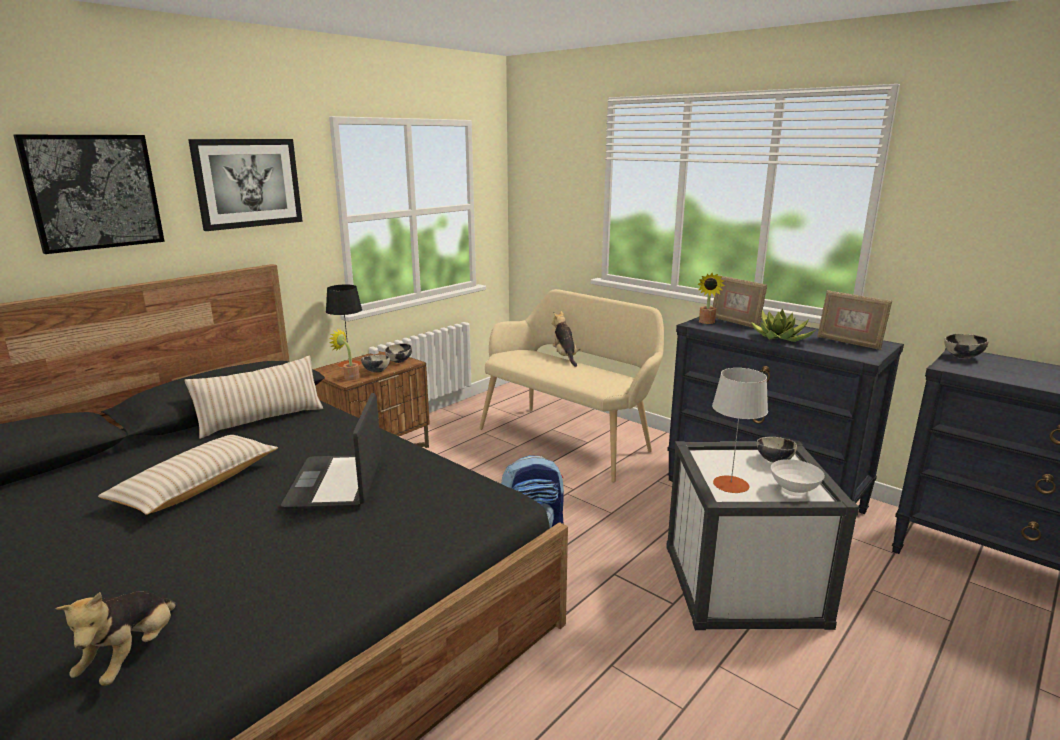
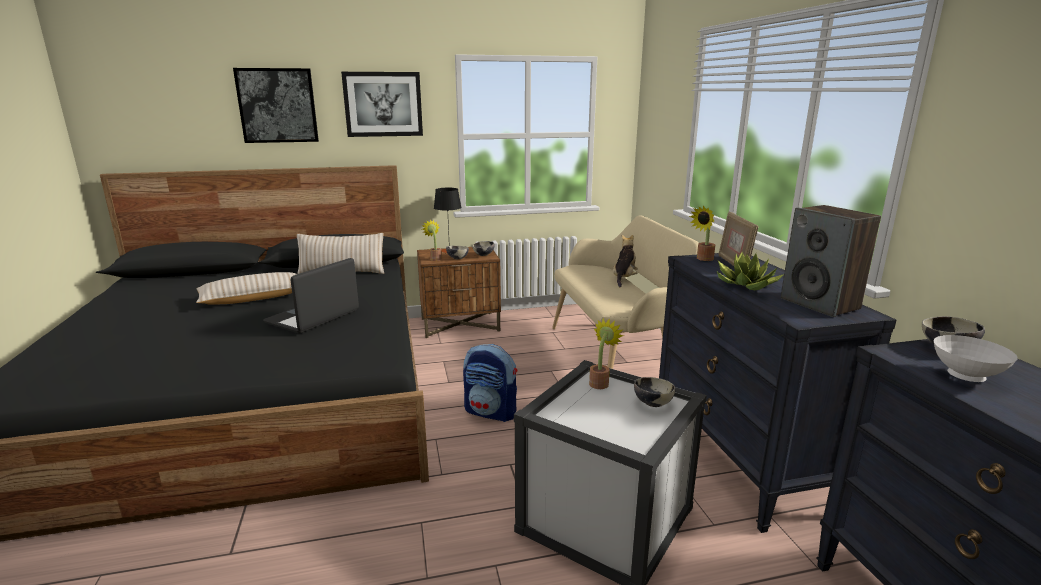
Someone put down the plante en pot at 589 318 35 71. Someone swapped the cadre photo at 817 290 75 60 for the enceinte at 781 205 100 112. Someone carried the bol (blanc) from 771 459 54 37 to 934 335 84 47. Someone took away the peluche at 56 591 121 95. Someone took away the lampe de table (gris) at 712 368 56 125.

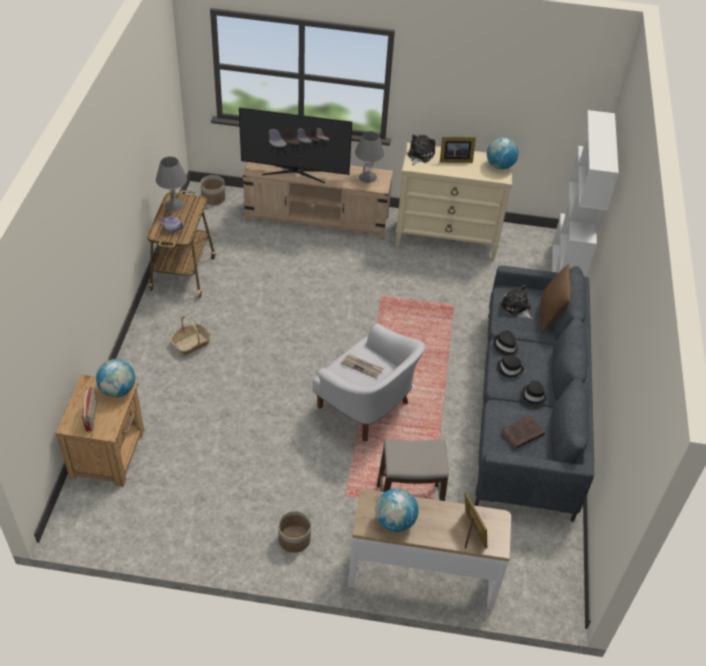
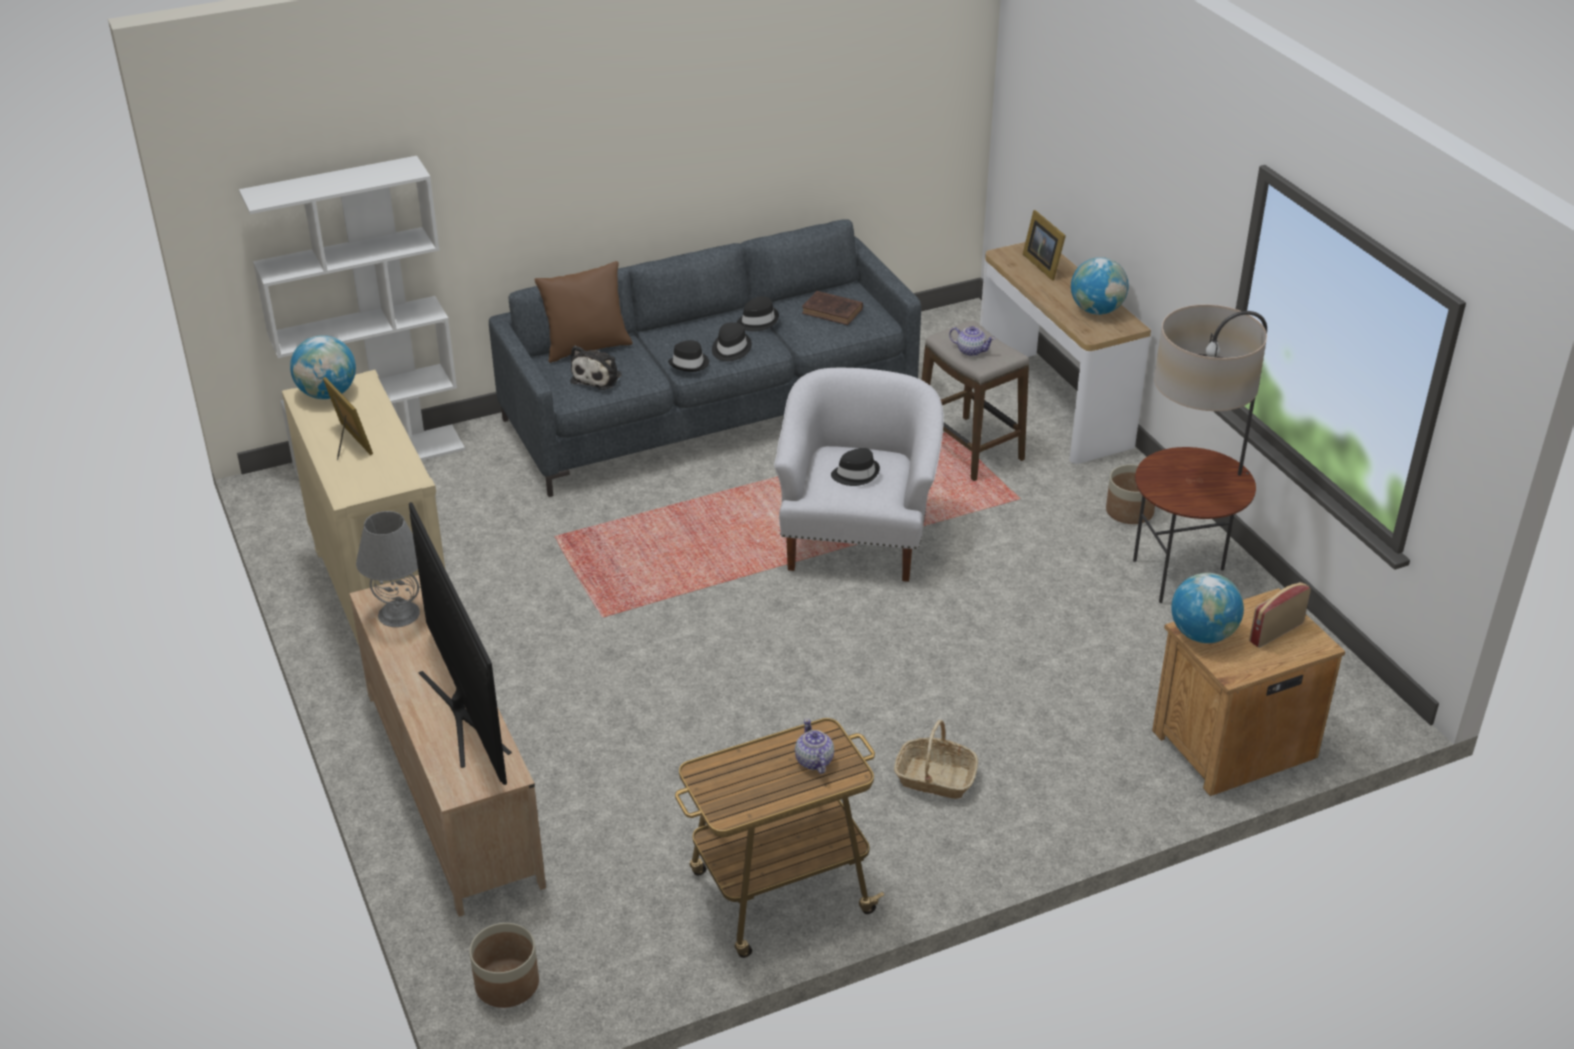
Someone swapped the journal at 341 354 43 25 for the chapeau (noir) at 831 448 49 38. Someone put down the théière at 949 326 46 30. Someone rotated the cadre photo at 464 492 23 57 by 60 degrees counterclockwise. Someone put down the lampadaire at 1133 304 134 299. Someone took away the lampe de table (gris) at 156 156 31 55. Someone took away the peluche at 408 135 27 31.

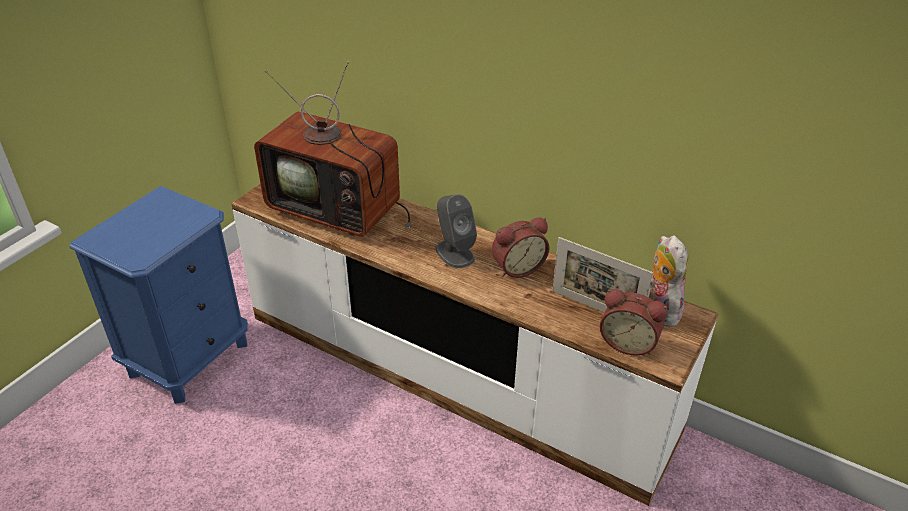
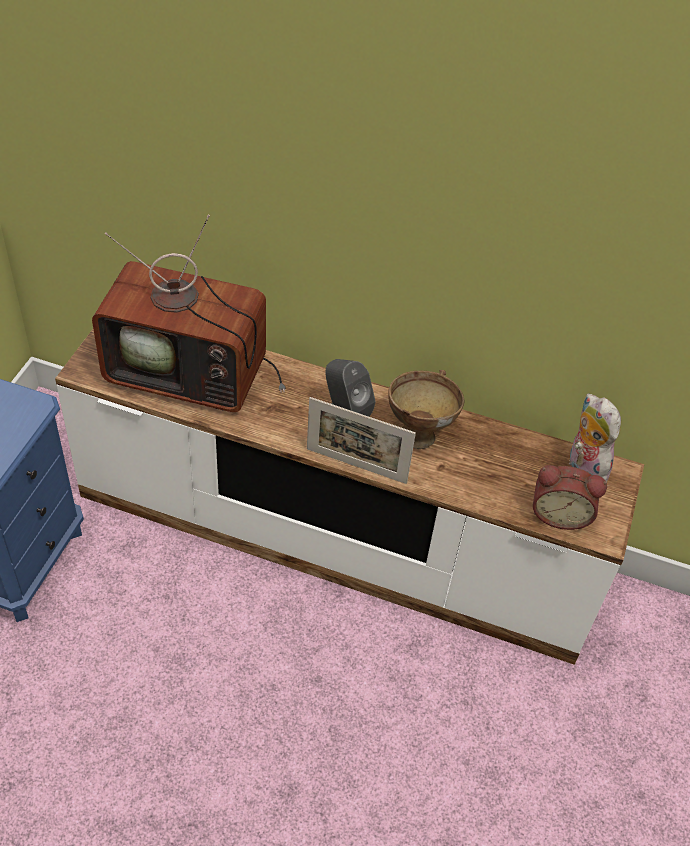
Someone carried the cadre photo from 552 237 101 76 to 307 397 109 87. Someone swapped the réveil at 492 217 57 61 for the bol (marron) at 388 370 76 79.

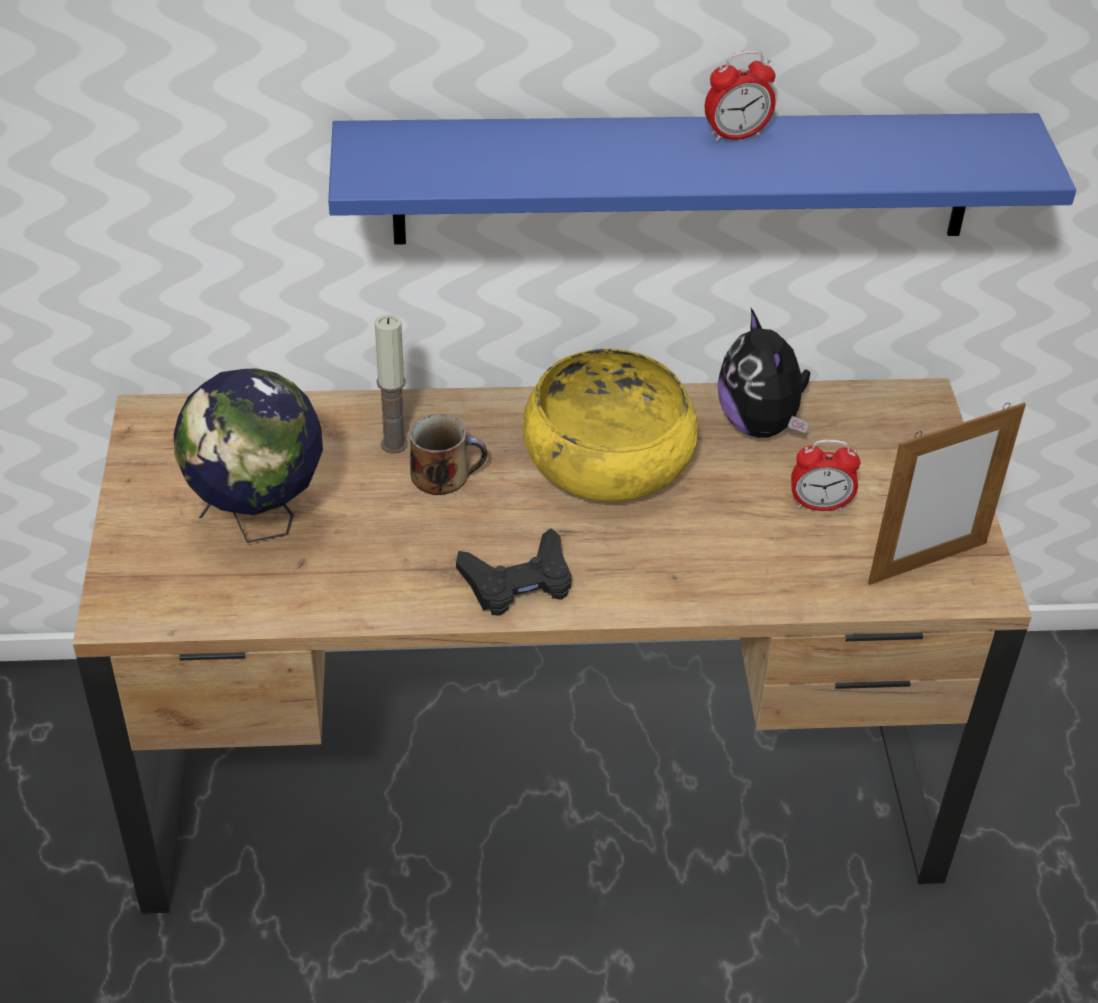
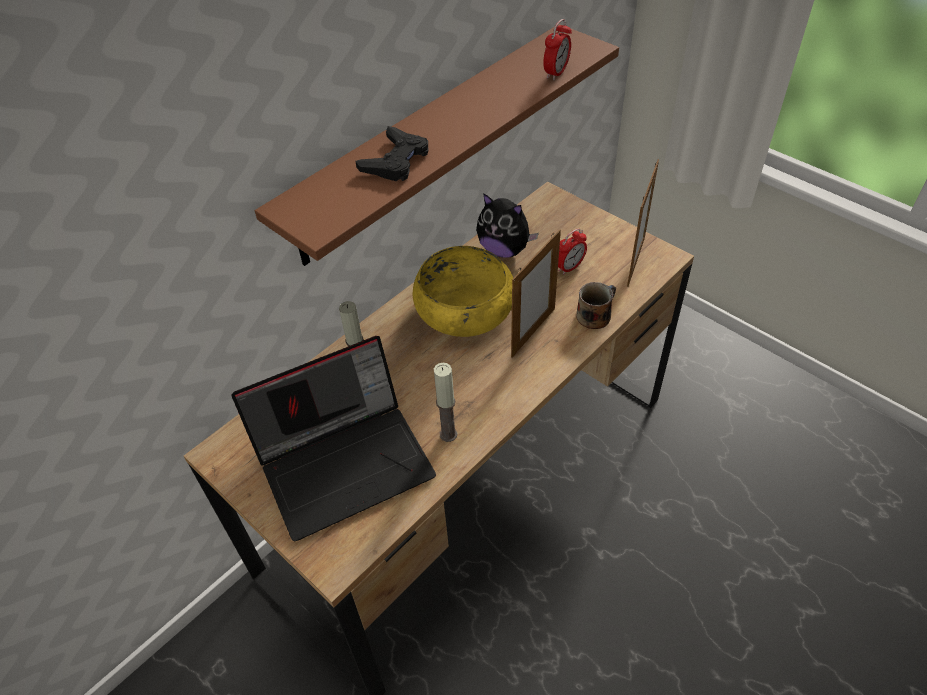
Someone swapped the globe at 174 368 149 175 for the ordinateur portable at 231 336 205 205. Someone repainted the étagère (bleu) at 328 113 748 132, which became the étagère (marron) at 255 24 364 242. Someone carried the manette (noir) from 456 528 116 88 to 355 126 74 55. Someone put down the bougie at 434 363 23 79. Someone put down the cadre photo at 511 229 50 129. Someone carried the réveil from 705 51 71 91 to 543 19 29 61. Someone carried the mug from 409 414 78 81 to 576 282 40 47.

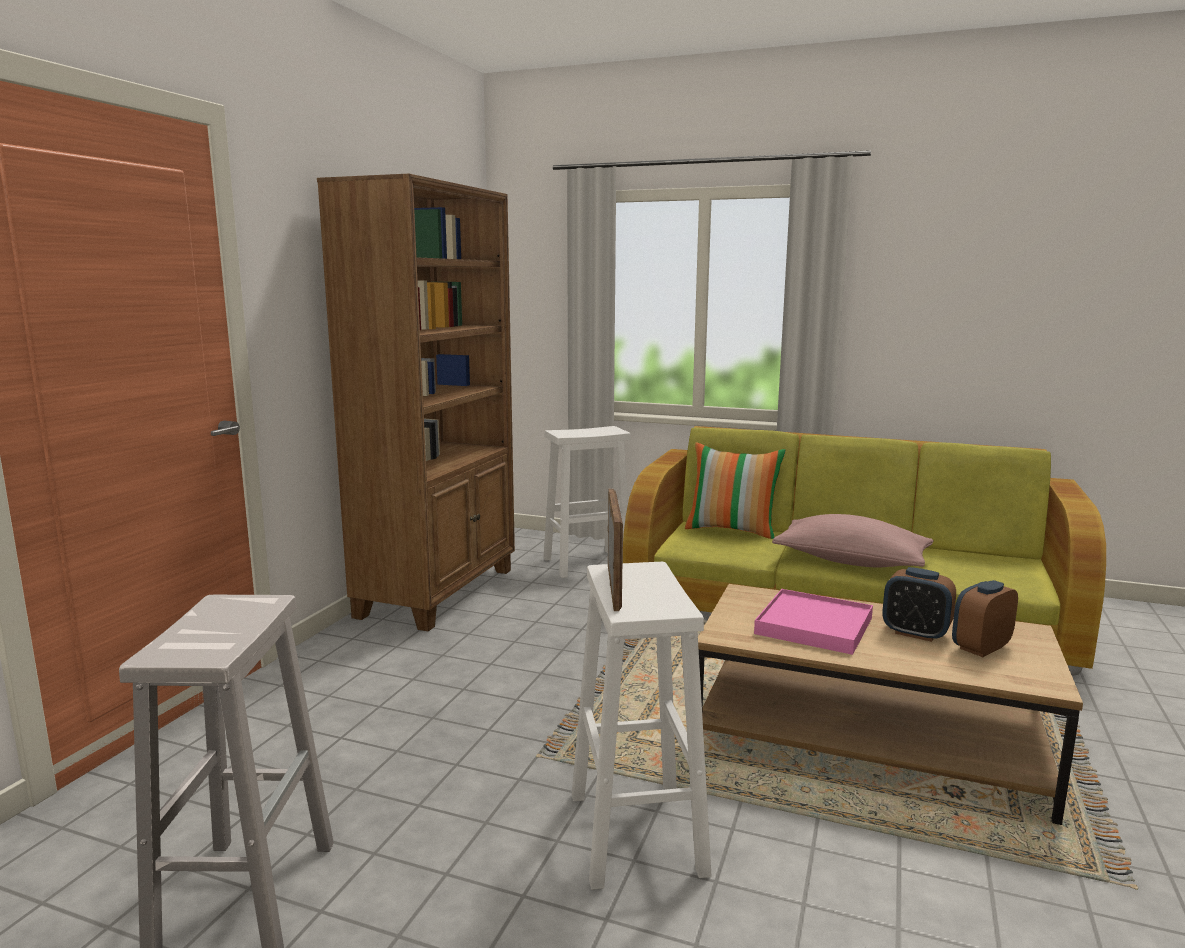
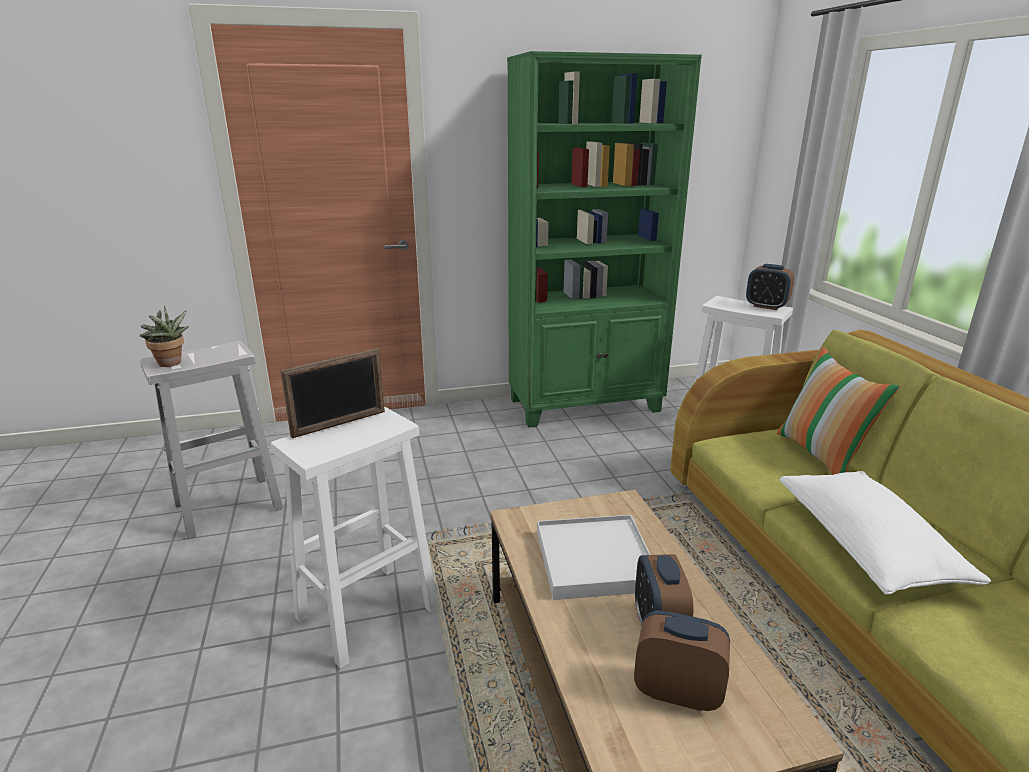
Someone put down the plante en pot at 140 306 49 61. Someone repainted the bibliothèque (marron) at 317 174 198 457, which became the bibliothèque (vert) at 507 51 195 376. Someone repainted the plateau (rose) at 754 589 119 66, which became the plateau (blanc) at 537 515 114 85. Someone put down the réveil at 746 264 48 46. Someone repainted the coussin (rose) at 772 514 162 54, which became the coussin (blanc) at 780 471 211 124.

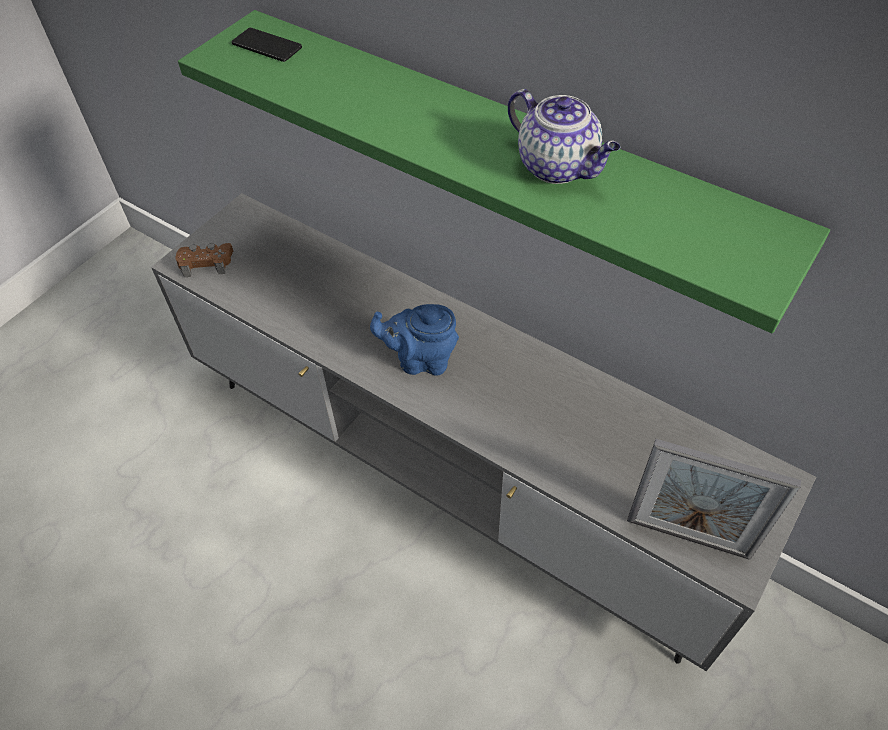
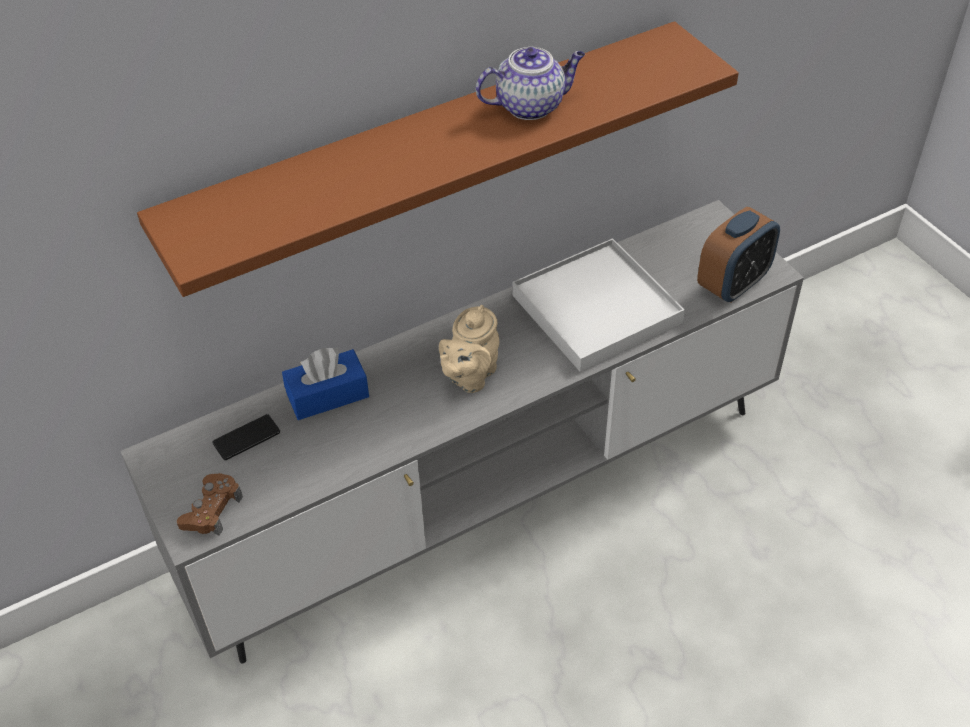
Someone repainted the étagère (vert) at 178 10 652 323, which became the étagère (marron) at 137 21 602 276. Someone carried the téléphone from 232 28 70 34 to 213 414 67 46. Someone put down the boîte à mouchoirs (bleu) at 282 347 87 73. Someone repainted the théière (bleu) at 370 304 89 72, which became the théière (beige) at 439 305 60 88. Someone put down the plateau (blanc) at 512 238 173 134. Someone swapped the cadre photo at 627 439 174 121 for the réveil at 697 207 83 95.

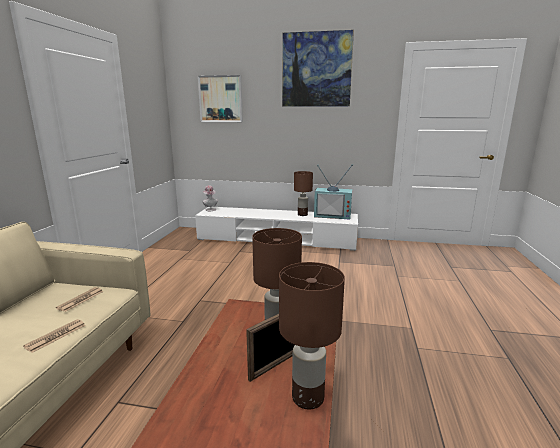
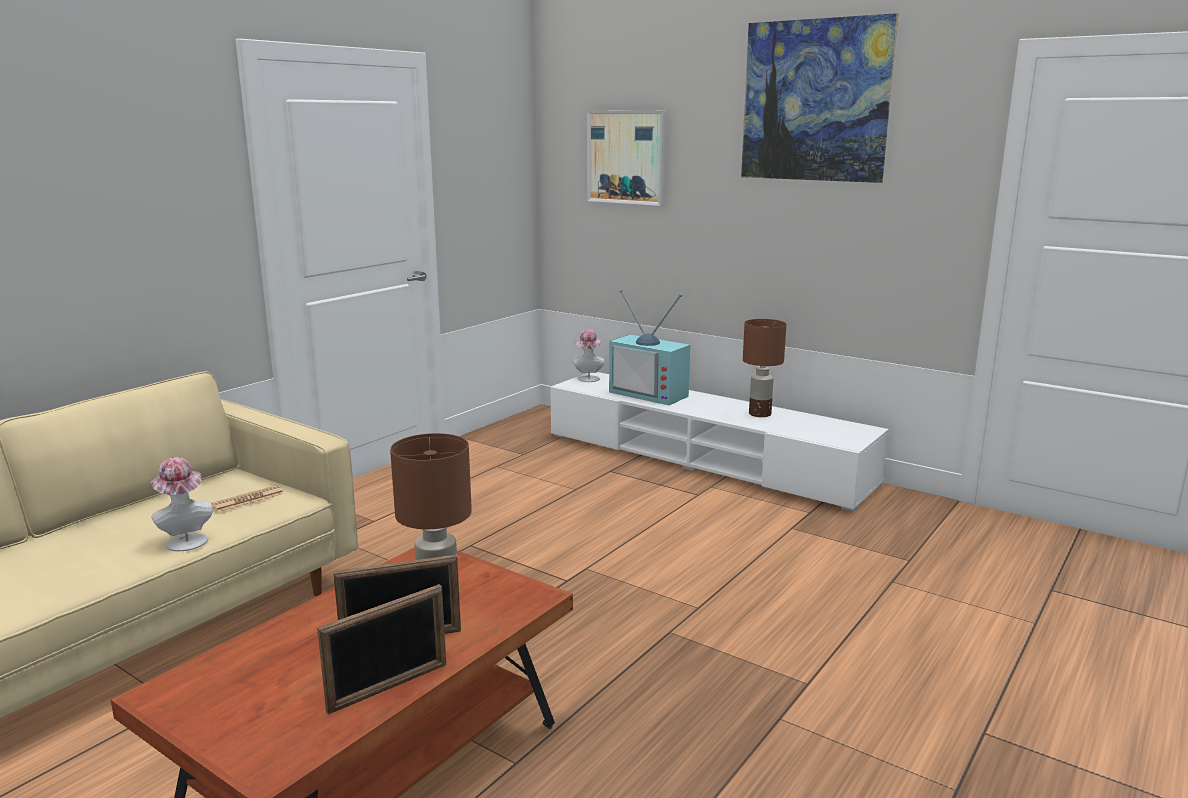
Someone swapped the journal at 23 319 63 34 for the chapeau at 151 457 62 94. Someone swapped the lampe de table (marron) at 279 262 66 148 for the cadre photo at 317 584 129 131. Someone carried the téléviseur from 314 164 39 55 to 609 289 81 116.

